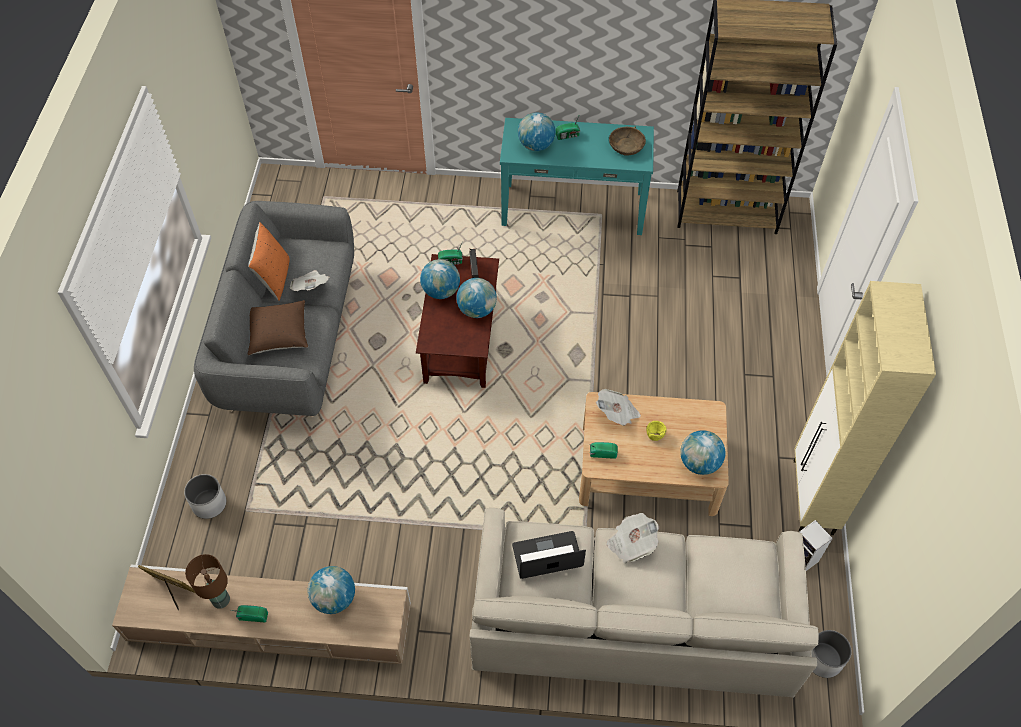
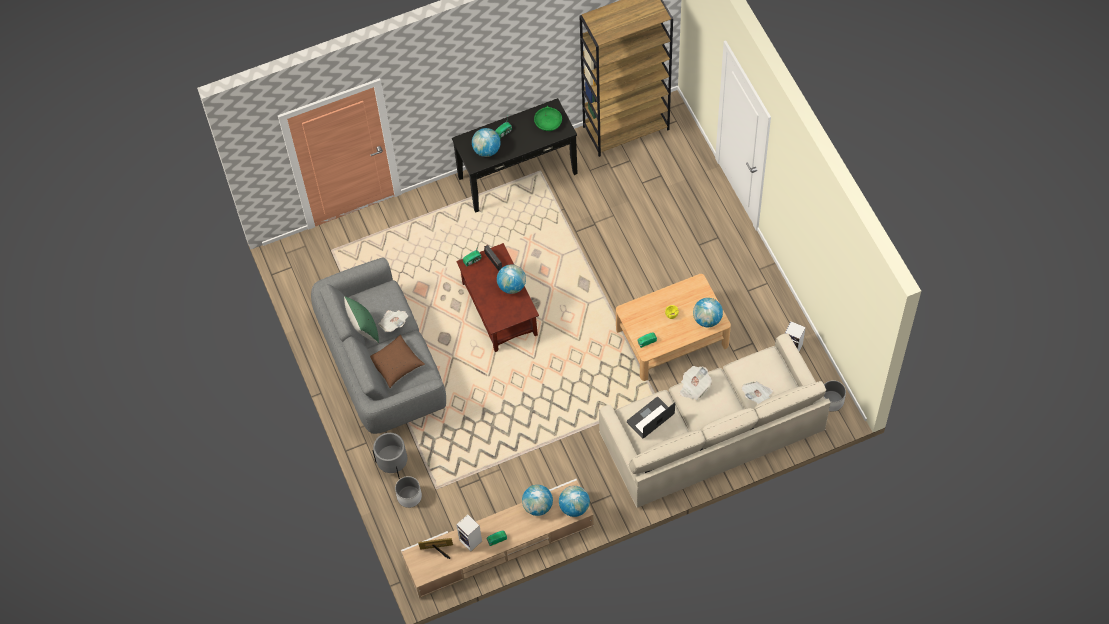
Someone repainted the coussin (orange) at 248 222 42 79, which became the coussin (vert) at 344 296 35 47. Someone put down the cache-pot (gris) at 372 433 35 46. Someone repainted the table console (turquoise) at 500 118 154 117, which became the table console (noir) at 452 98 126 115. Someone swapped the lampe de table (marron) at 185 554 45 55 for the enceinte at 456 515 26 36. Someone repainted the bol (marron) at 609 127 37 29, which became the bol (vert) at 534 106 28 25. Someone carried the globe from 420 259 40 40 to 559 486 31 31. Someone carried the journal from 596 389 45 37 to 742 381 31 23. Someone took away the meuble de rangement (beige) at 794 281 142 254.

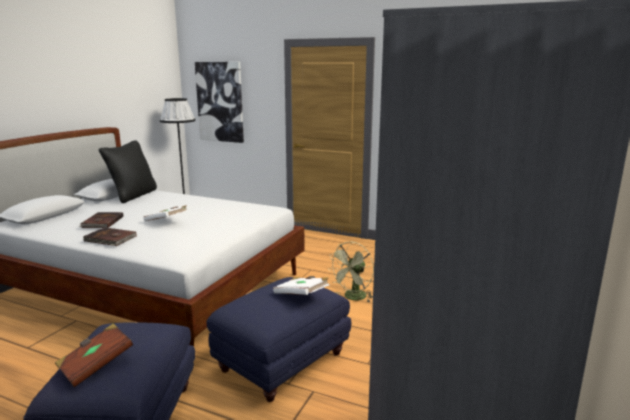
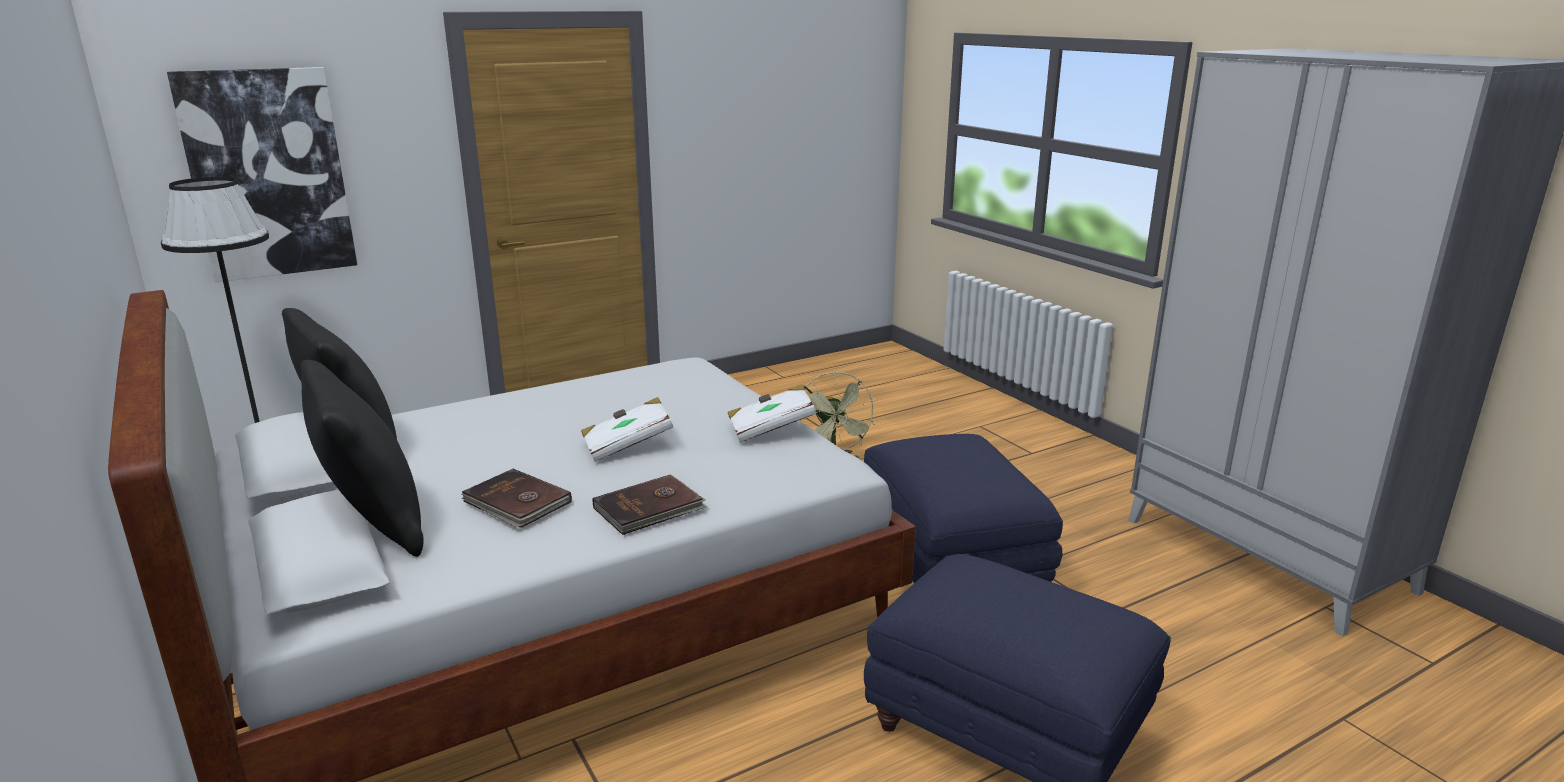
Someone put down the coussin (noir) at 301 360 123 197. Someone carried the livre (blanc) from 273 276 56 19 to 728 384 88 58. Someone took away the livre (marron) at 55 323 78 64.

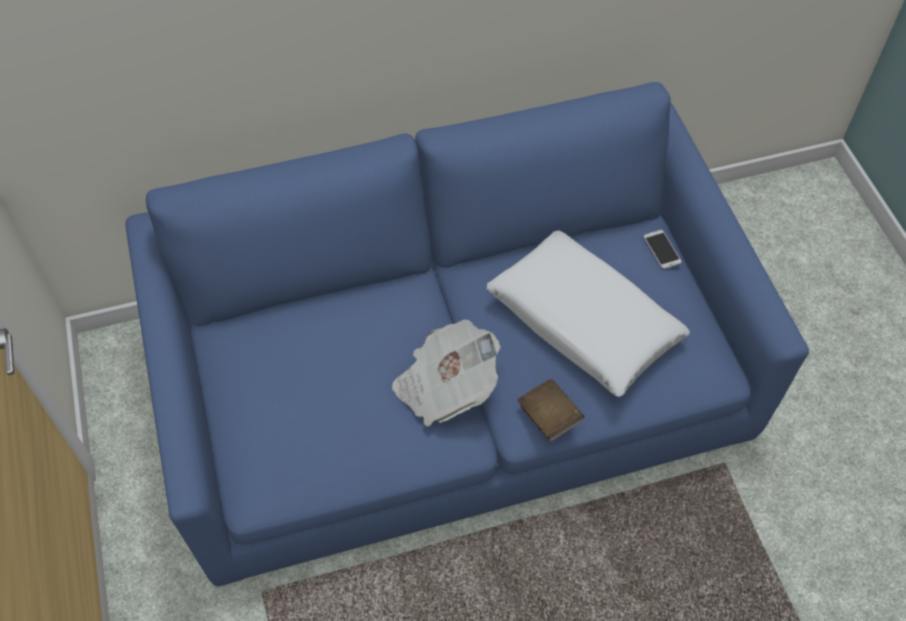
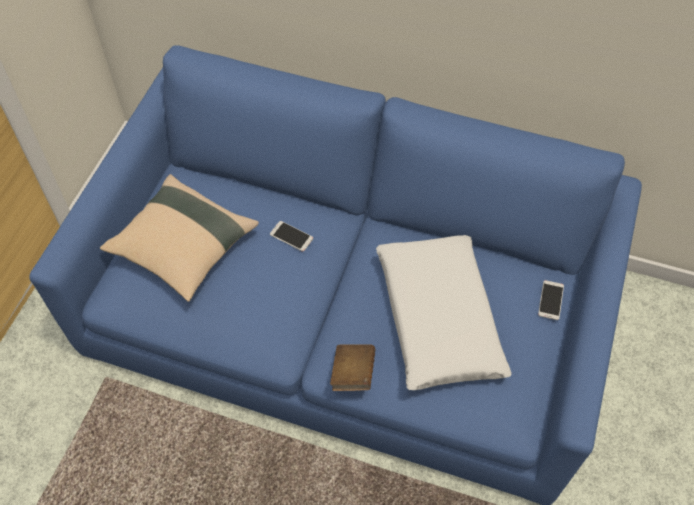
Someone put down the coussin (beige) at 100 174 159 128. Someone put down the téléphone at 270 221 43 31. Someone took away the journal at 392 320 109 107.

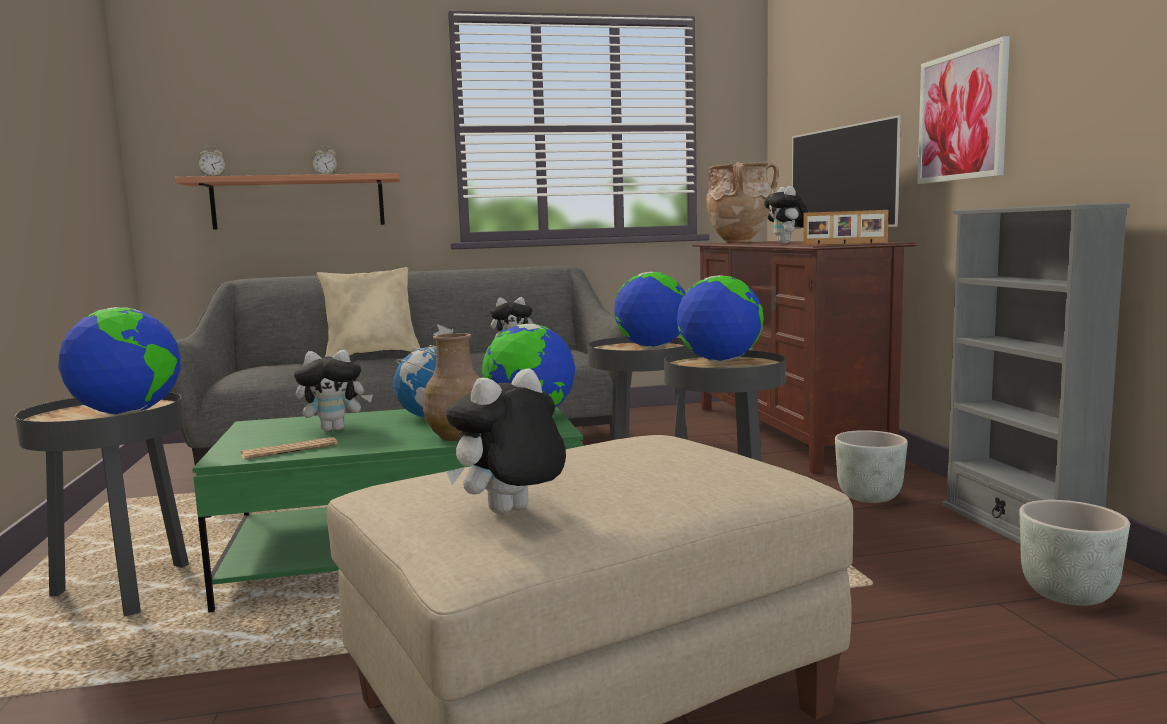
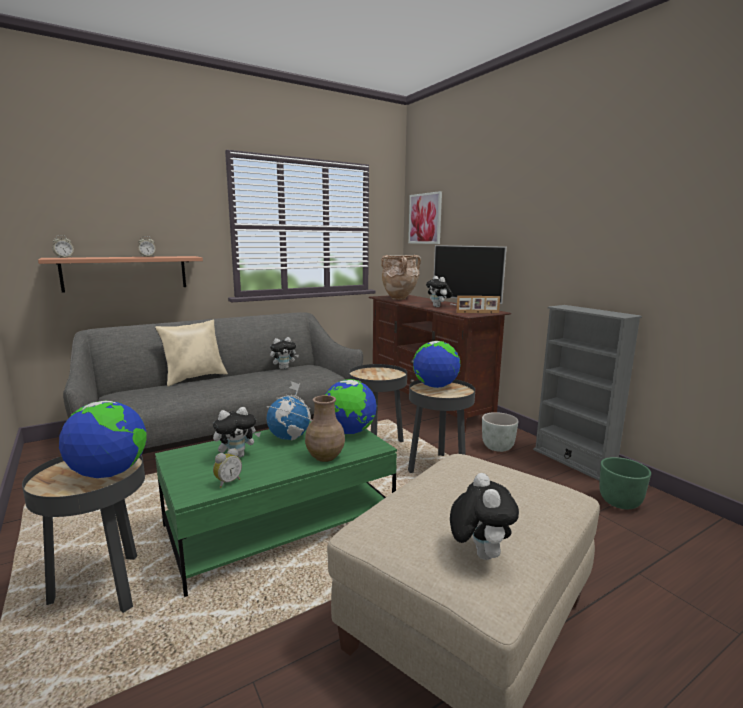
Someone swapped the journal at 241 437 97 22 for the réveil at 213 448 29 40. Someone carried the tableau from 917 36 93 148 to 408 191 34 53. Someone rotated the peluche at 446 369 120 145 by 150 degrees clockwise. Someone repainted the cache-pot (gris) at 1019 500 111 106, which became the cache-pot (vert) at 599 457 52 52. Someone took away the globe at 614 272 71 75.

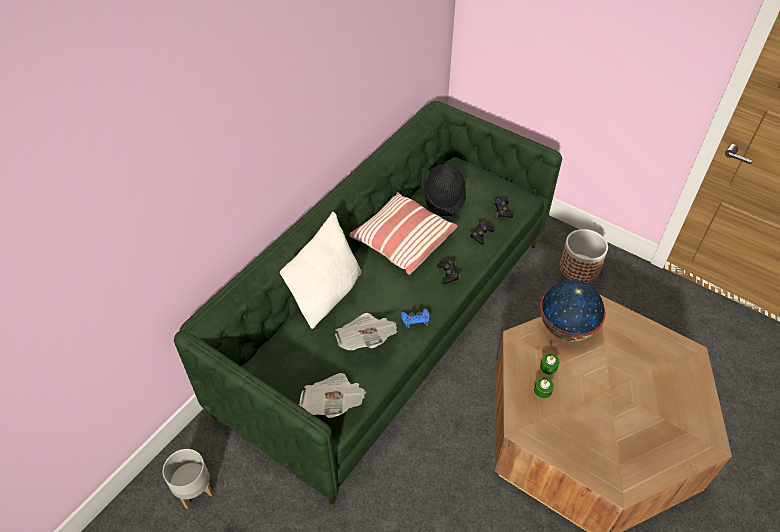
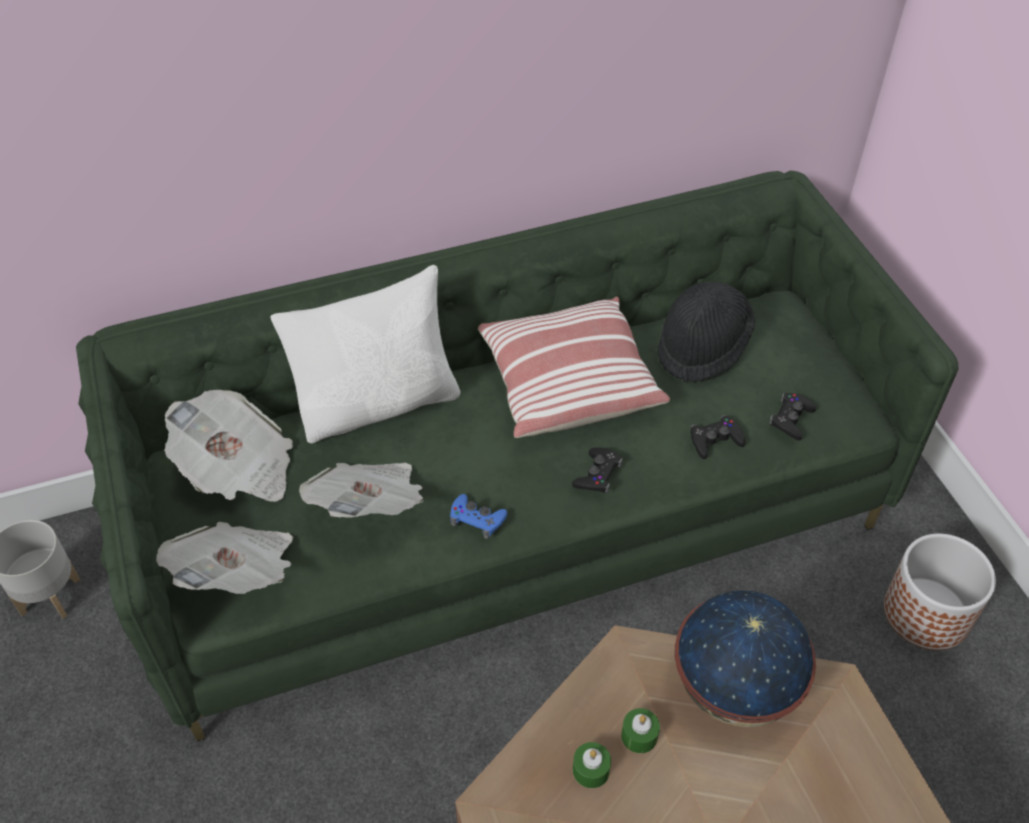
Someone put down the journal at 164 390 129 112.

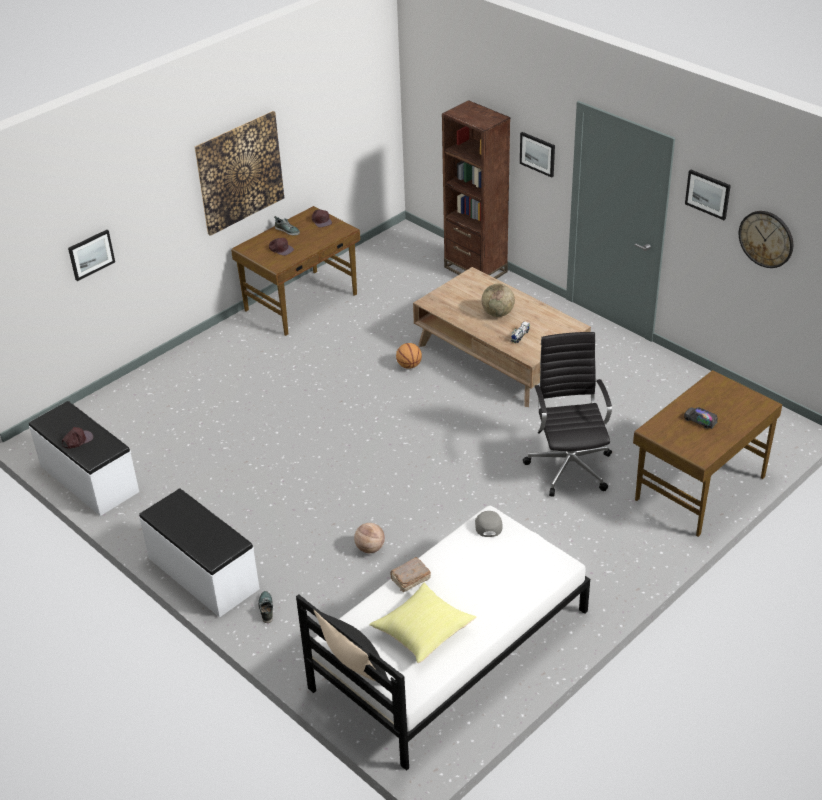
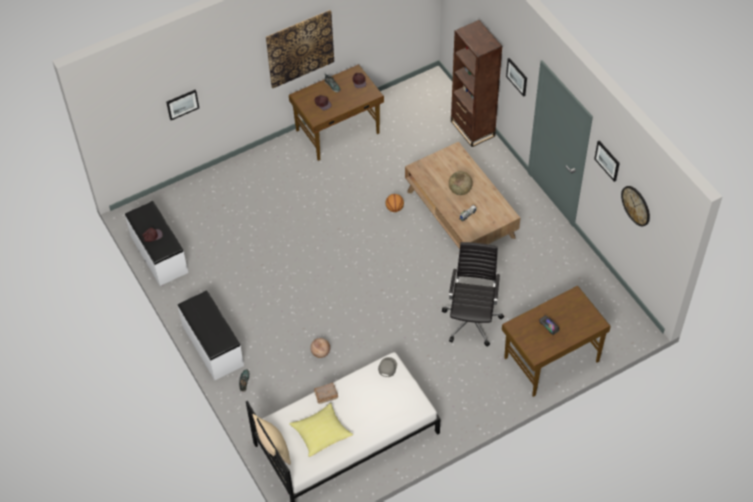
Someone repainted the coussin (noir) at 314 609 74 72, which became the coussin (beige) at 253 414 38 51.

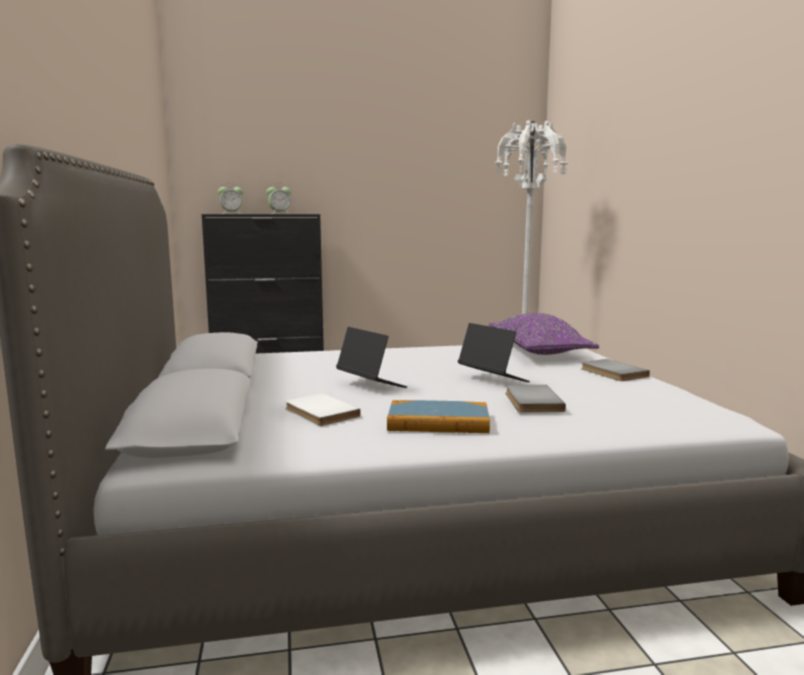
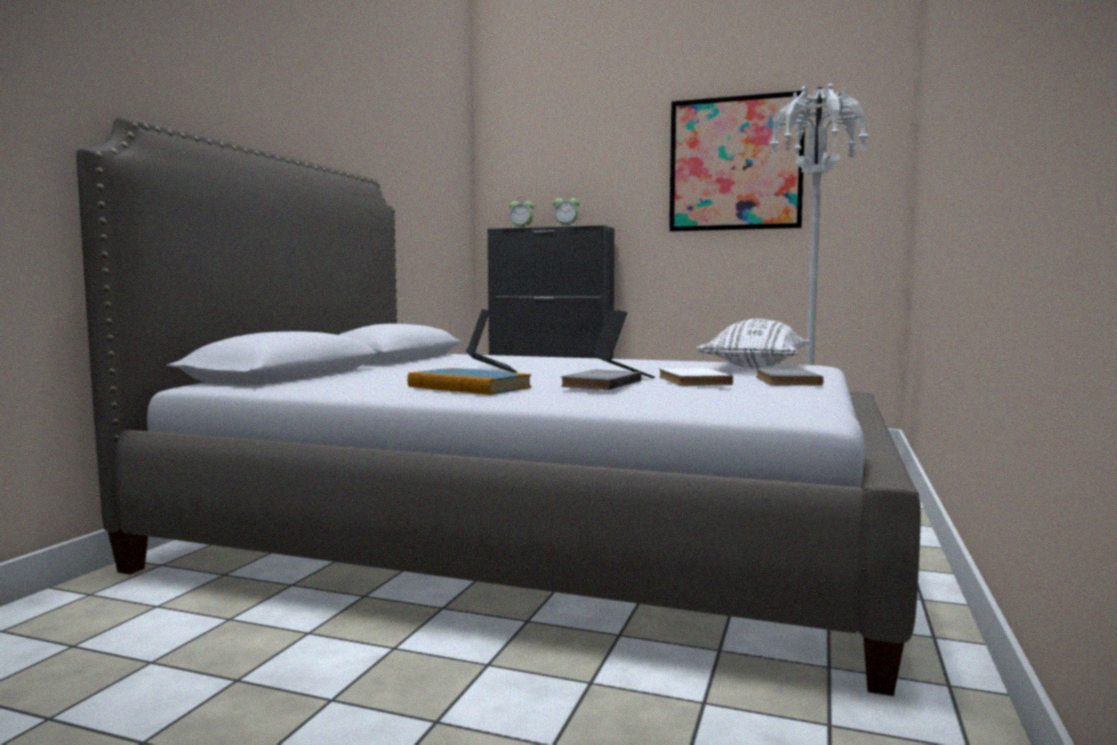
Someone carried the livre (blanc) from 285 393 76 33 to 659 367 74 19. Someone put up the tableau at 669 91 136 141. Someone repainted the coussin (violet) at 489 313 110 42, which became the coussin (blanc) at 697 319 113 49.

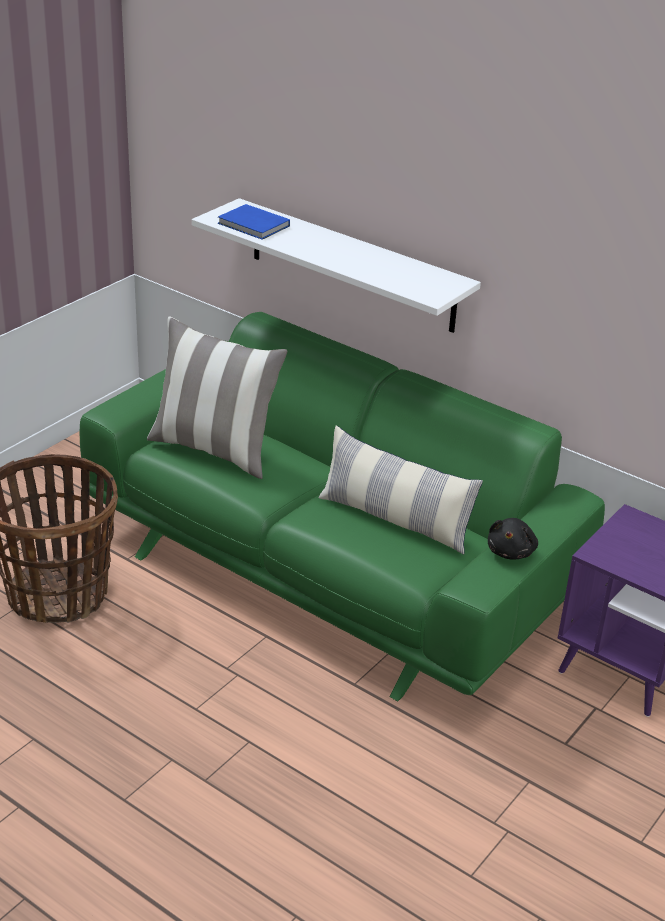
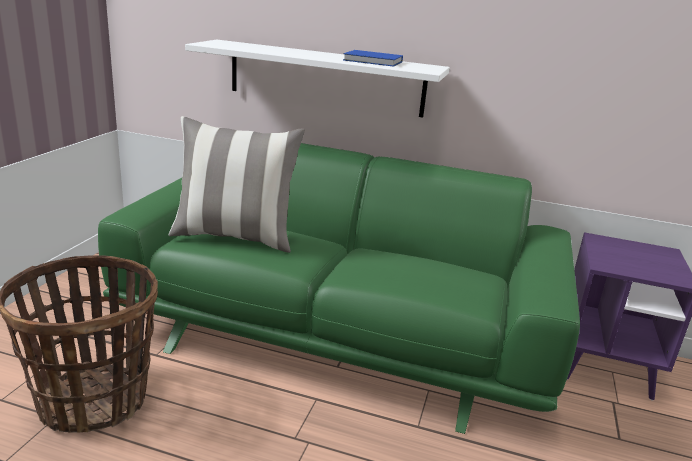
Someone carried the livre (bleu) from 218 204 72 36 to 343 50 60 17. Someone took away the coussin at 318 425 165 130. Someone took away the peluche (noir) at 488 518 50 41.

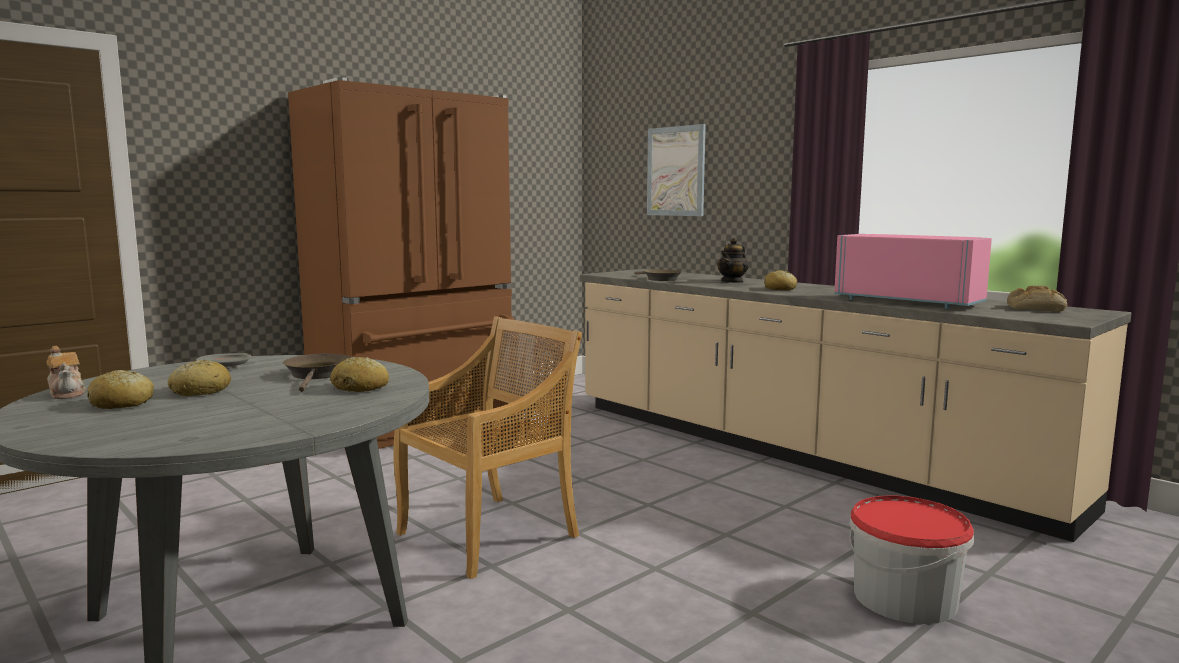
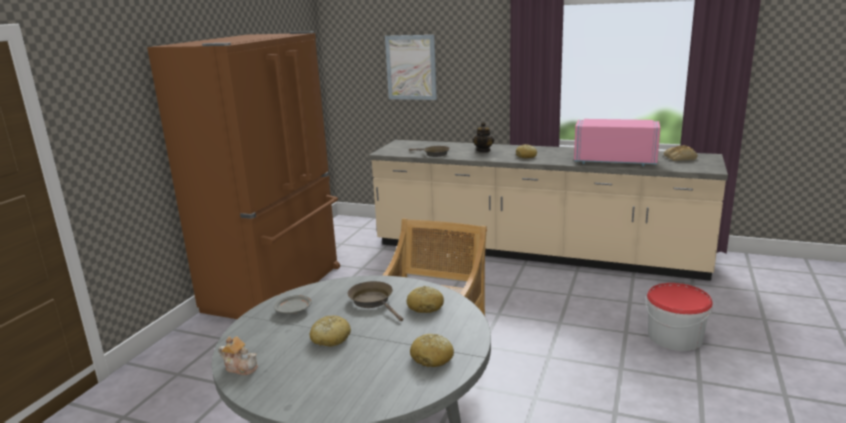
Someone carried the pain from 87 370 67 39 to 410 334 44 33.

